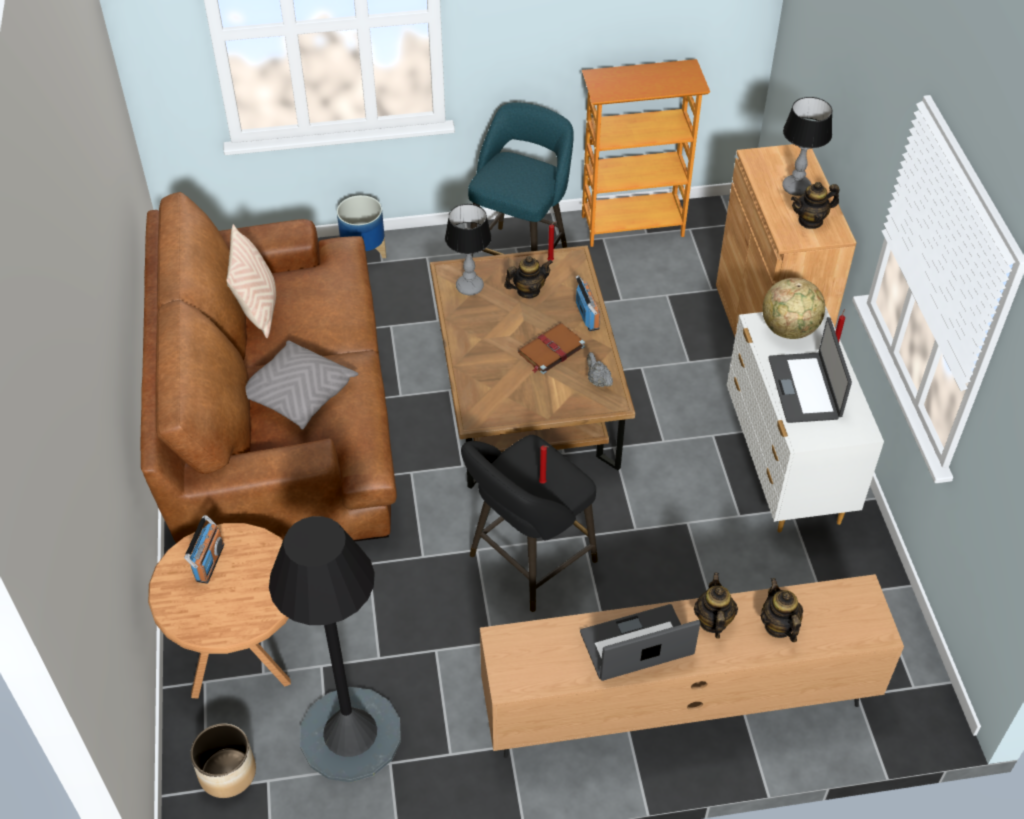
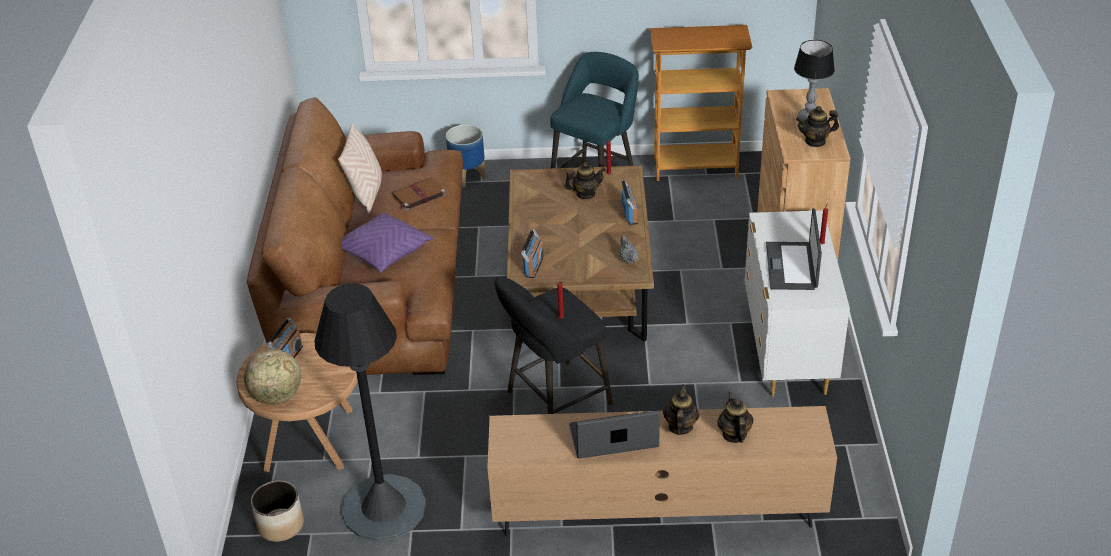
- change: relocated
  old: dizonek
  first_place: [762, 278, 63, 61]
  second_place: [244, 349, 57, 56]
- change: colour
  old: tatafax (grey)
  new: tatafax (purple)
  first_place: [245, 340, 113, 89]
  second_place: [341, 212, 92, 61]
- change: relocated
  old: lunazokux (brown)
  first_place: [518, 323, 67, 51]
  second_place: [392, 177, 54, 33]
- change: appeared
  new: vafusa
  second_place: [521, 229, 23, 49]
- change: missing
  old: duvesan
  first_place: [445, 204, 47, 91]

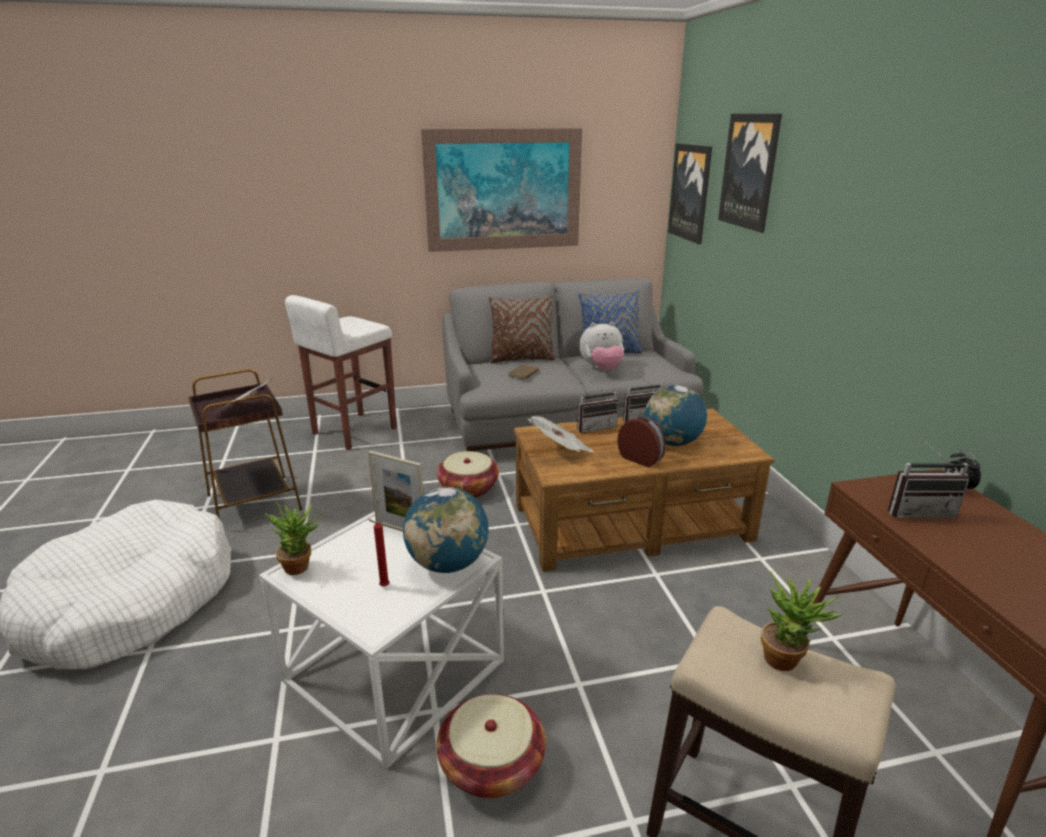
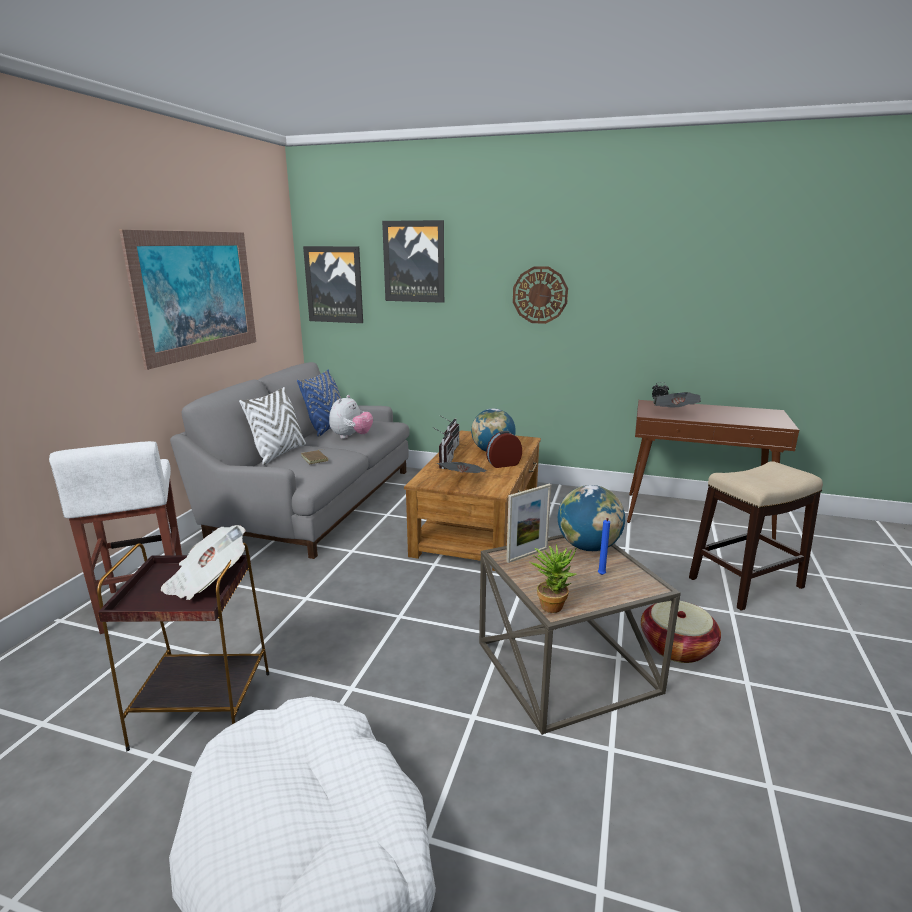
- change: colour
  old: tatafax (brown)
  new: tatafax (white)
  first_place: [489, 296, 66, 67]
  second_place: [239, 387, 67, 78]
- change: colour
  old: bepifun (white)
  new: bepifun (brown)
  first_place: [259, 511, 245, 258]
  second_place: [479, 535, 202, 200]
- change: appeared
  new: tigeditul
  second_place: [513, 266, 55, 58]
- change: colour
  old: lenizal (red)
  new: lenizal (blue)
  first_place: [368, 519, 22, 68]
  second_place: [598, 518, 12, 57]
- change: exchanged
  old: vafusa
  new: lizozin
  first_place: [888, 438, 82, 80]
  second_place: [653, 392, 48, 15]
- change: missing
  old: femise
  first_place: [437, 451, 62, 47]
- change: missing
  old: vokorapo
  first_place: [761, 570, 82, 101]

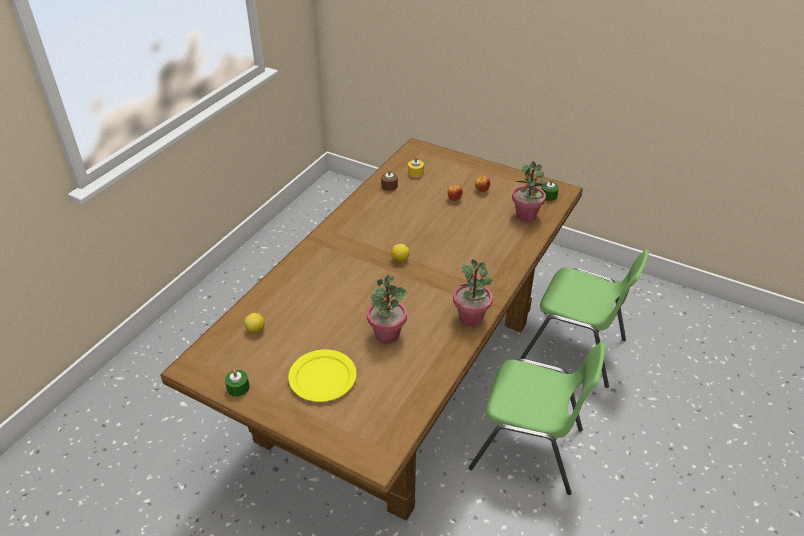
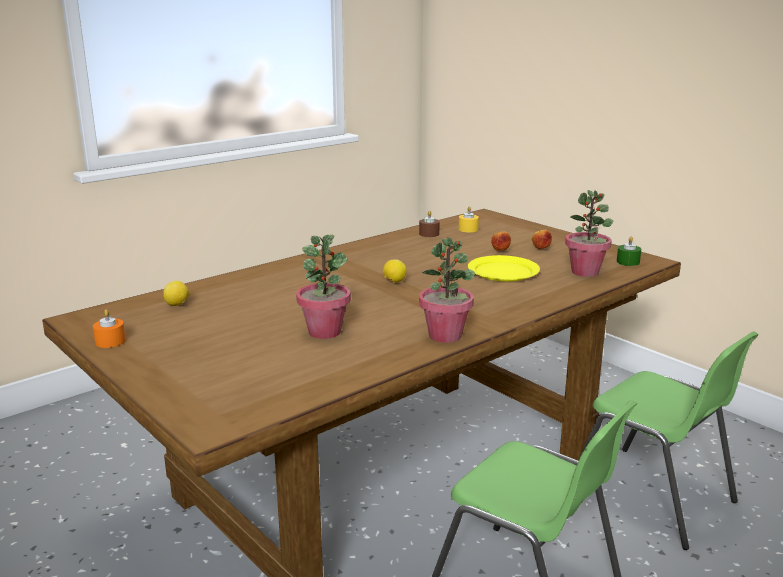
- change: colour
  old: lenizal (green)
  new: lenizal (orange)
  first_place: [225, 370, 25, 27]
  second_place: [93, 310, 33, 38]
- change: relocated
  old: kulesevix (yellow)
  first_place: [288, 349, 69, 53]
  second_place: [468, 255, 72, 27]

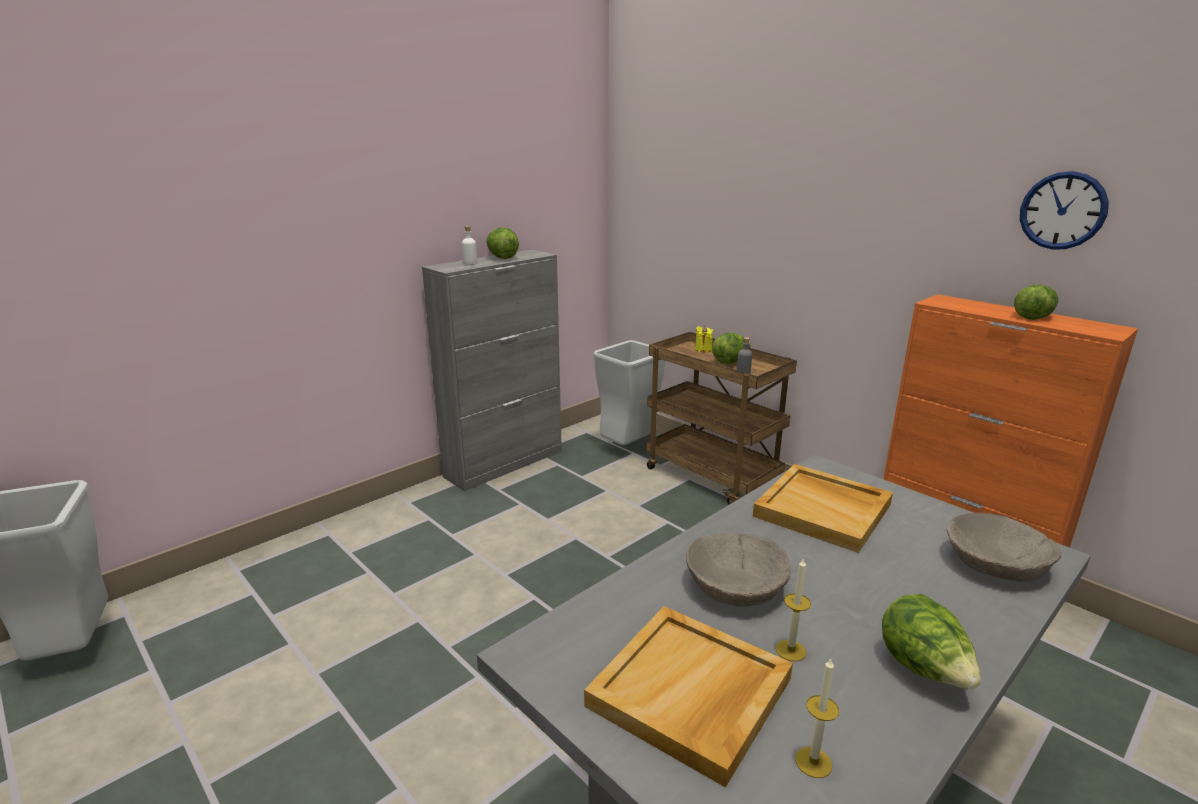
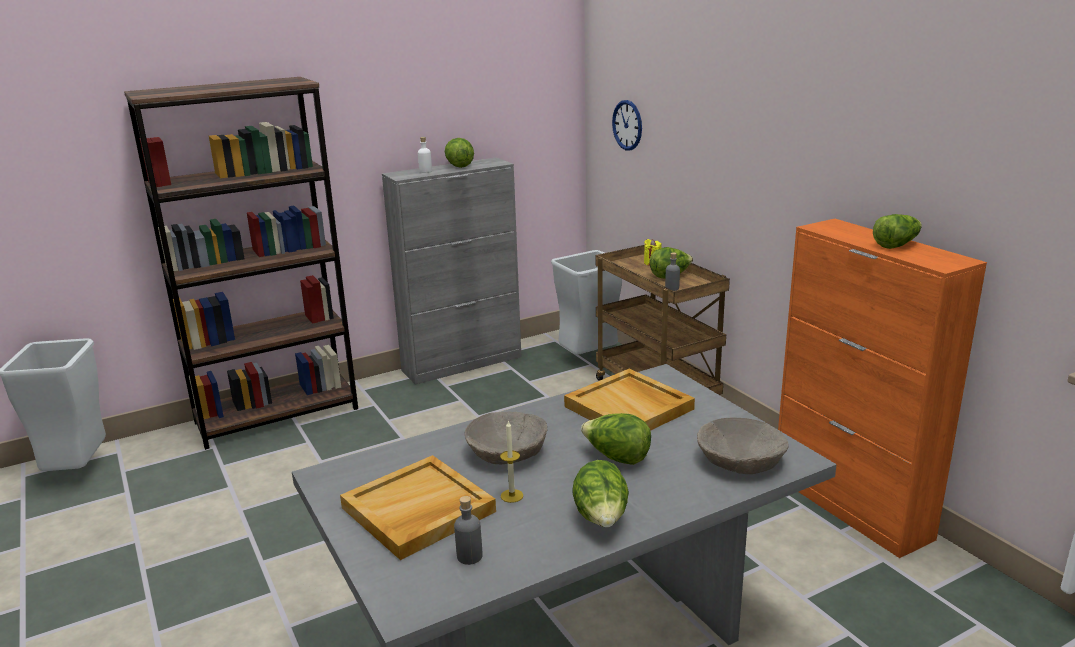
- change: appeared
  new: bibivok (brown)
  second_place: [124, 77, 234, 373]
- change: exchanged
  old: lenizal
  new: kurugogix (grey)
  first_place: [795, 659, 44, 119]
  second_place: [454, 496, 29, 69]
- change: appeared
  new: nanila
  second_place: [581, 413, 70, 52]
- change: relocated
  old: tigeditul
  first_place: [1020, 171, 89, 79]
  second_place: [612, 100, 30, 50]

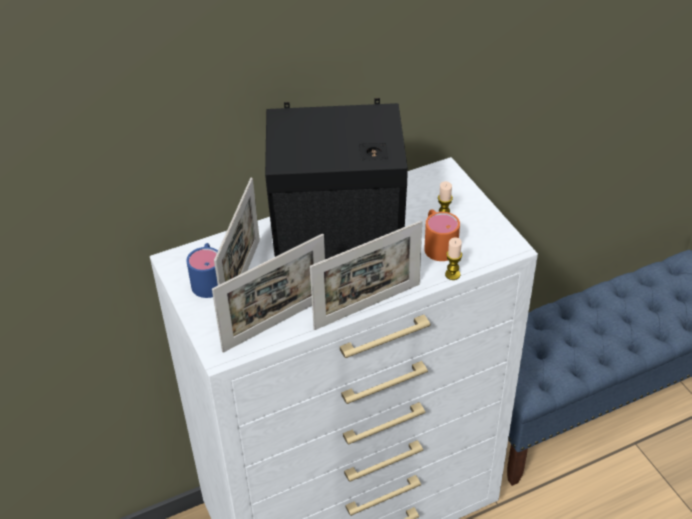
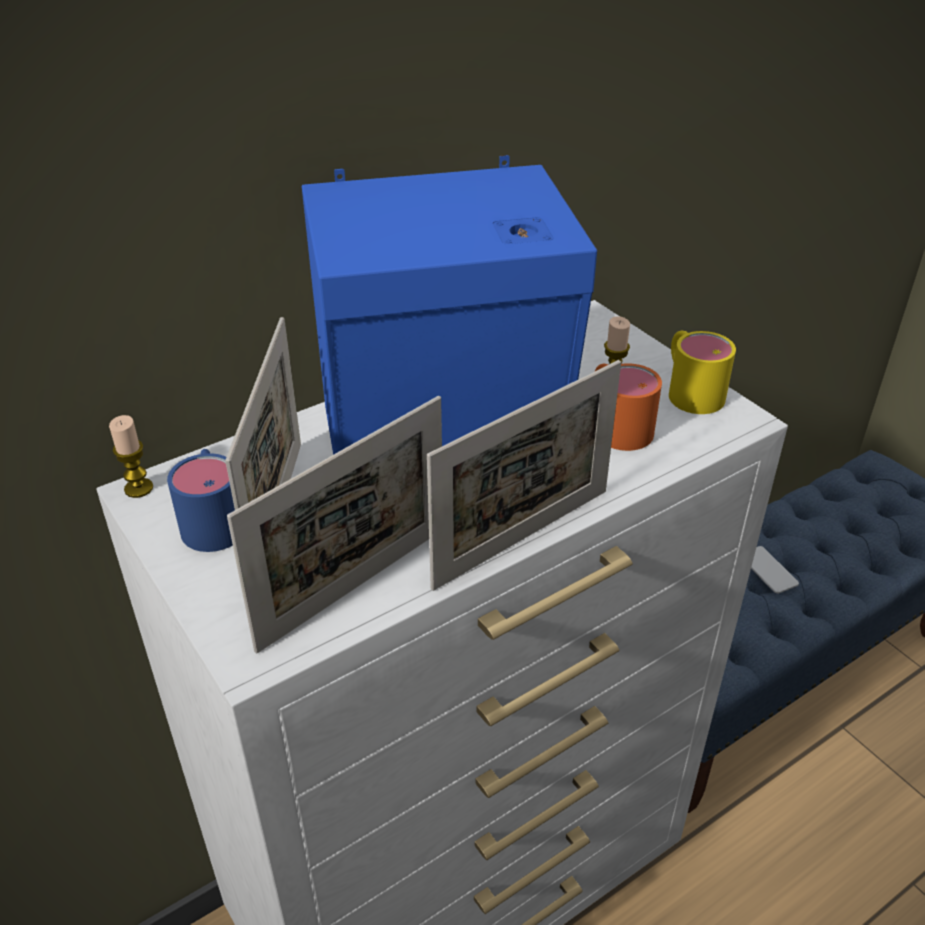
- change: relocated
  old: lenizal
  first_place: [445, 237, 17, 43]
  second_place: [109, 415, 44, 83]
- change: colour
  old: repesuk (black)
  new: repesuk (blue)
  first_place: [265, 98, 143, 161]
  second_place: [302, 155, 295, 300]
- change: appeared
  new: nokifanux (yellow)
  second_place: [669, 330, 67, 84]
- change: appeared
  new: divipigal
  second_place: [751, 546, 48, 48]

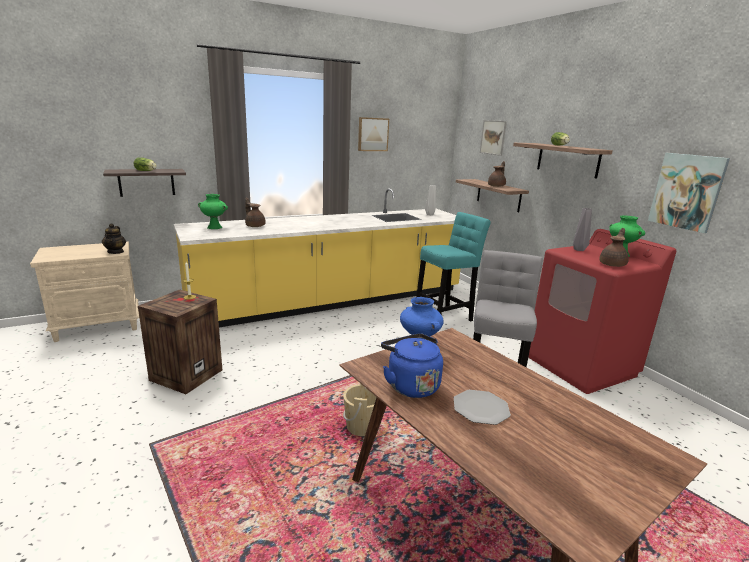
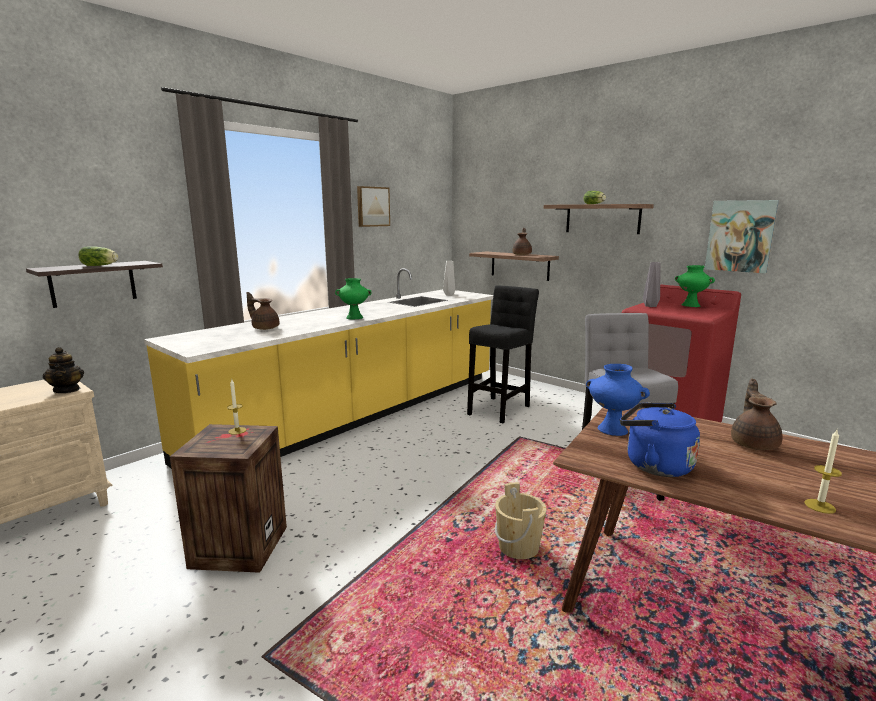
- change: relocated
  old: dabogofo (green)
  first_place: [198, 194, 30, 35]
  second_place: [335, 278, 37, 41]
- change: colour
  old: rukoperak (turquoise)
  new: rukoperak (black)
  first_place: [416, 212, 75, 109]
  second_place: [467, 285, 72, 138]
- change: relocated
  old: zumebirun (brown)
  first_place: [600, 228, 29, 39]
  second_place: [731, 379, 52, 71]
- change: appeared
  new: lenizal
  second_place: [804, 430, 38, 84]
- change: missing
  old: kulesevix
  first_place: [454, 390, 57, 35]
- change: missing
  old: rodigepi
  first_place: [480, 120, 27, 36]

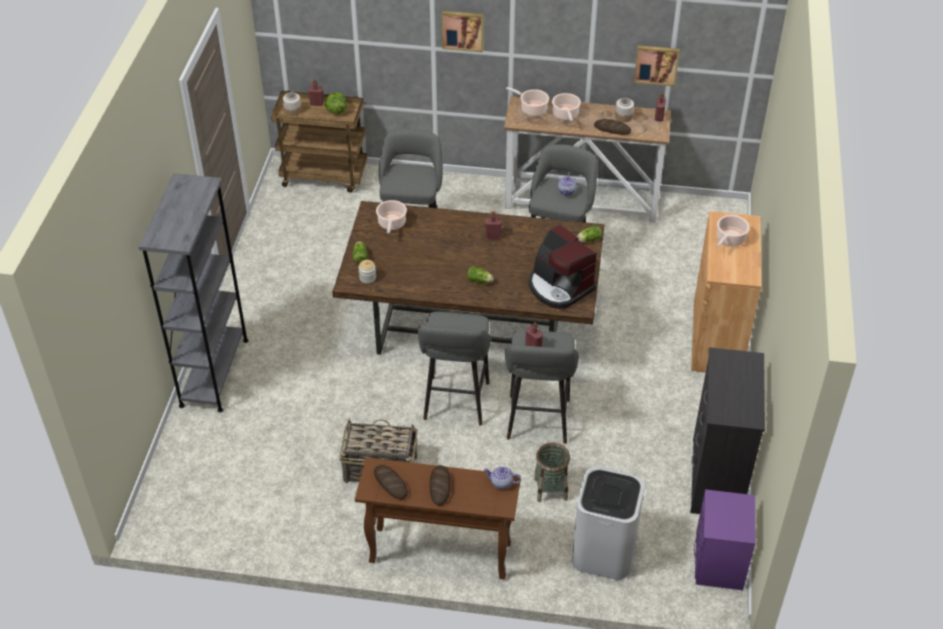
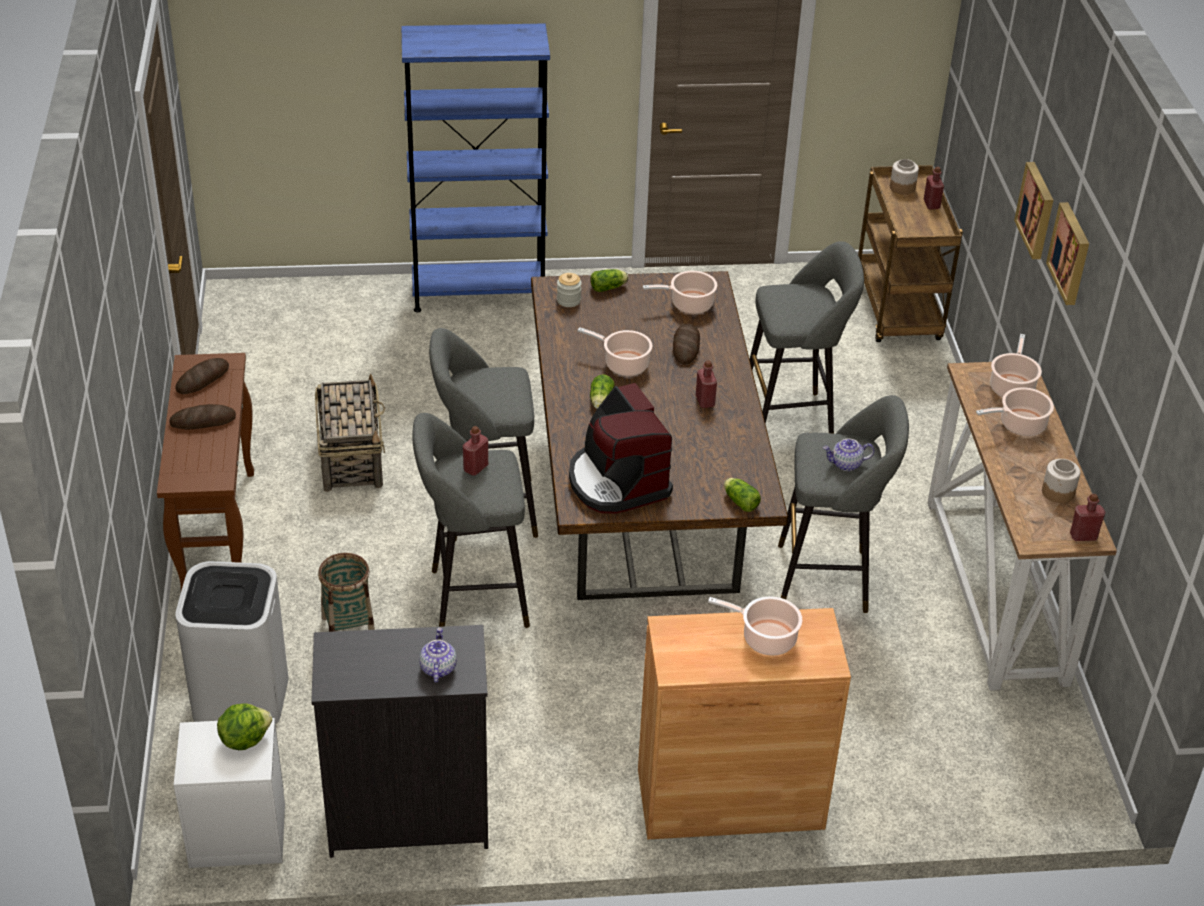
- change: colour
  old: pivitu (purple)
  new: pivitu (white)
  first_place: [694, 489, 61, 101]
  second_place: [174, 718, 111, 150]
- change: relocated
  old: nanila
  first_place: [325, 92, 22, 22]
  second_place: [217, 703, 55, 47]
- change: colour
  old: bibivok (grey)
  new: bibivok (blue)
  first_place: [139, 173, 110, 240]
  second_place: [401, 23, 149, 289]
- change: relocated
  old: zumebirun
  first_place: [483, 466, 38, 23]
  second_place: [419, 628, 38, 55]
- change: spun
  old: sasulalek
  first_place: [528, 225, 69, 84]
  second_place: [569, 383, 104, 131]
  degrees: -60
- change: appeared
  new: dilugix
  second_place: [578, 327, 74, 49]
- change: relocated
  old: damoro
  first_place: [594, 119, 37, 16]
  second_place: [673, 324, 27, 41]
- change: relocated
  old: rodigepi
  first_place: [634, 45, 46, 42]
  second_place: [1046, 202, 43, 103]

